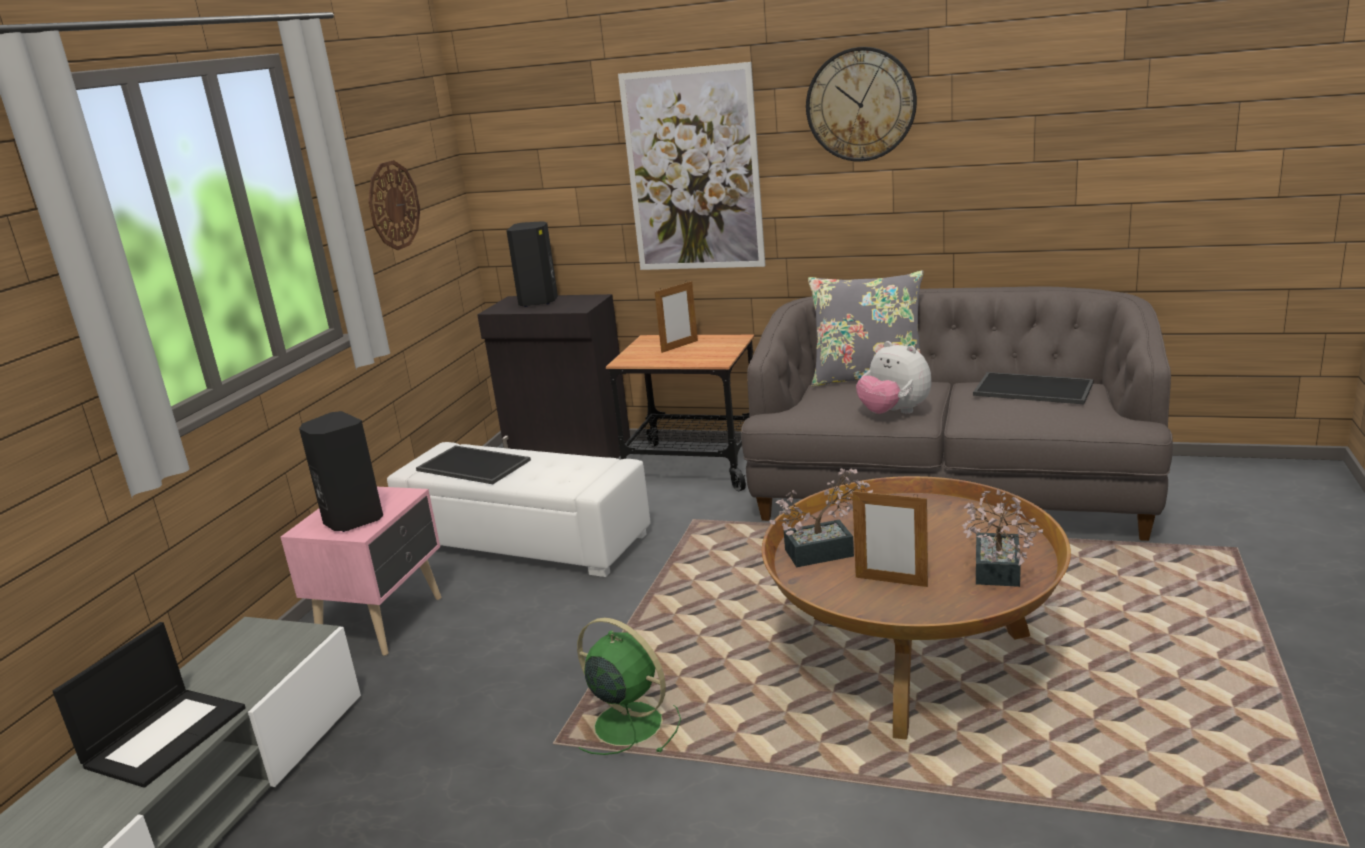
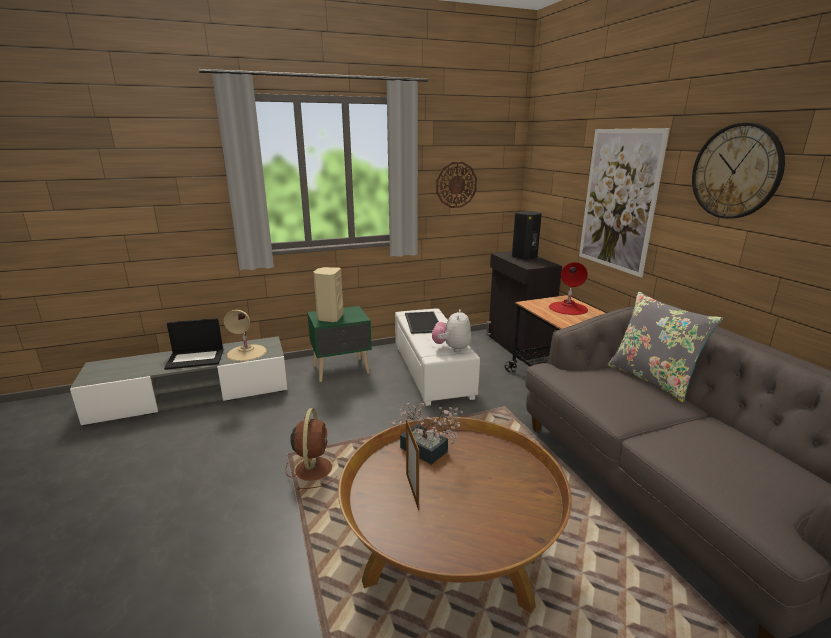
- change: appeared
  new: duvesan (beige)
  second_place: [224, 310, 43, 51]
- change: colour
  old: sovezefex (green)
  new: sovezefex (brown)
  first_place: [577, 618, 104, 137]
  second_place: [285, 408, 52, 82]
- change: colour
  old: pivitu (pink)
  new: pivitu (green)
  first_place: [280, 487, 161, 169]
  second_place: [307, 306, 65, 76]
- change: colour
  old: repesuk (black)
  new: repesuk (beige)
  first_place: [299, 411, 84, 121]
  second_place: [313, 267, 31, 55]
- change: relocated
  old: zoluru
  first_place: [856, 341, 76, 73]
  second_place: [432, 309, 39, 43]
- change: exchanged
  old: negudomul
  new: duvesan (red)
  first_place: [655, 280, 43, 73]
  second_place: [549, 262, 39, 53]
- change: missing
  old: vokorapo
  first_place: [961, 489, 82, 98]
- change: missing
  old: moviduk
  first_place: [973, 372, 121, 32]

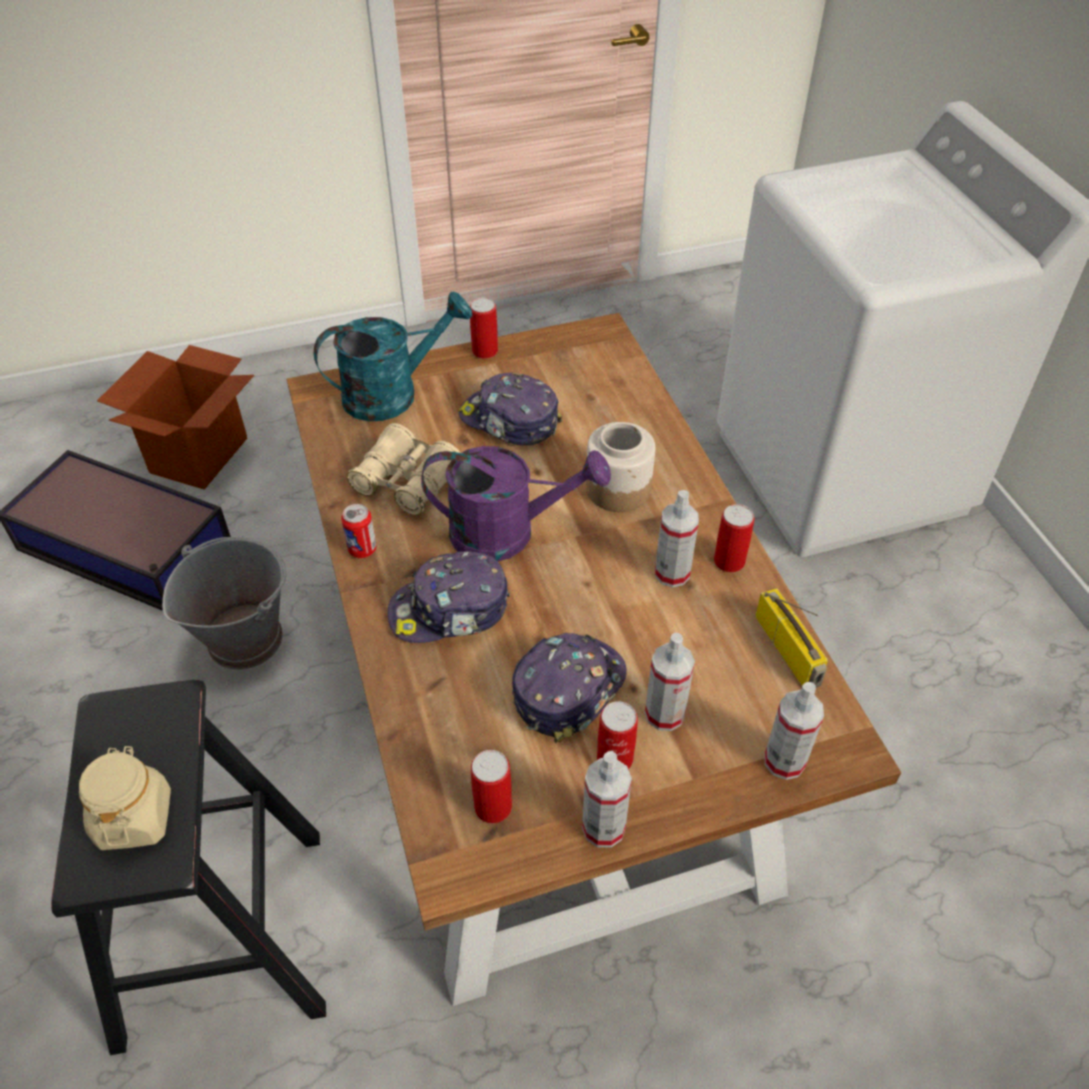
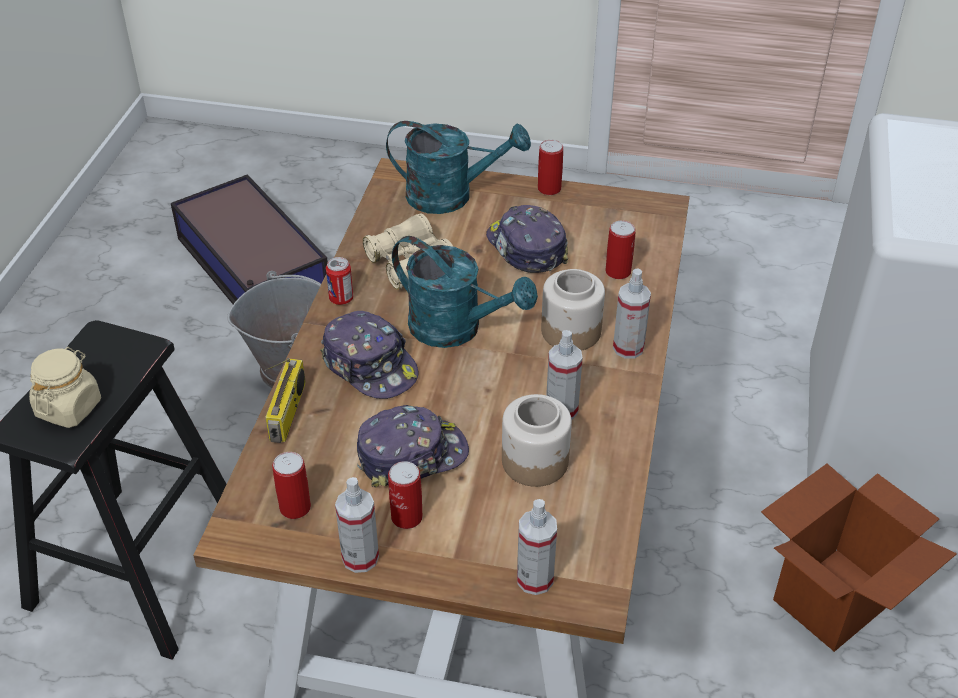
- change: relocated
  old: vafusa
  first_place: [755, 588, 73, 100]
  second_place: [264, 358, 42, 85]
- change: spun
  old: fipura
  first_place: [388, 551, 122, 92]
  second_place: [320, 311, 98, 88]
  degrees: -150
- change: colour
  old: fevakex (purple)
  new: fevakex (turquoise)
  first_place: [421, 446, 190, 116]
  second_place: [392, 236, 146, 112]
- change: appeared
  new: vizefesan
  second_place: [502, 394, 70, 93]
- change: relocated
  old: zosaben
  first_place: [714, 504, 41, 68]
  second_place: [606, 220, 30, 59]
- change: relocated
  old: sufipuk
  first_place: [645, 633, 50, 98]
  second_place: [613, 268, 38, 91]
- change: relocated
  old: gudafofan
  first_place: [97, 345, 157, 145]
  second_place: [761, 464, 196, 188]

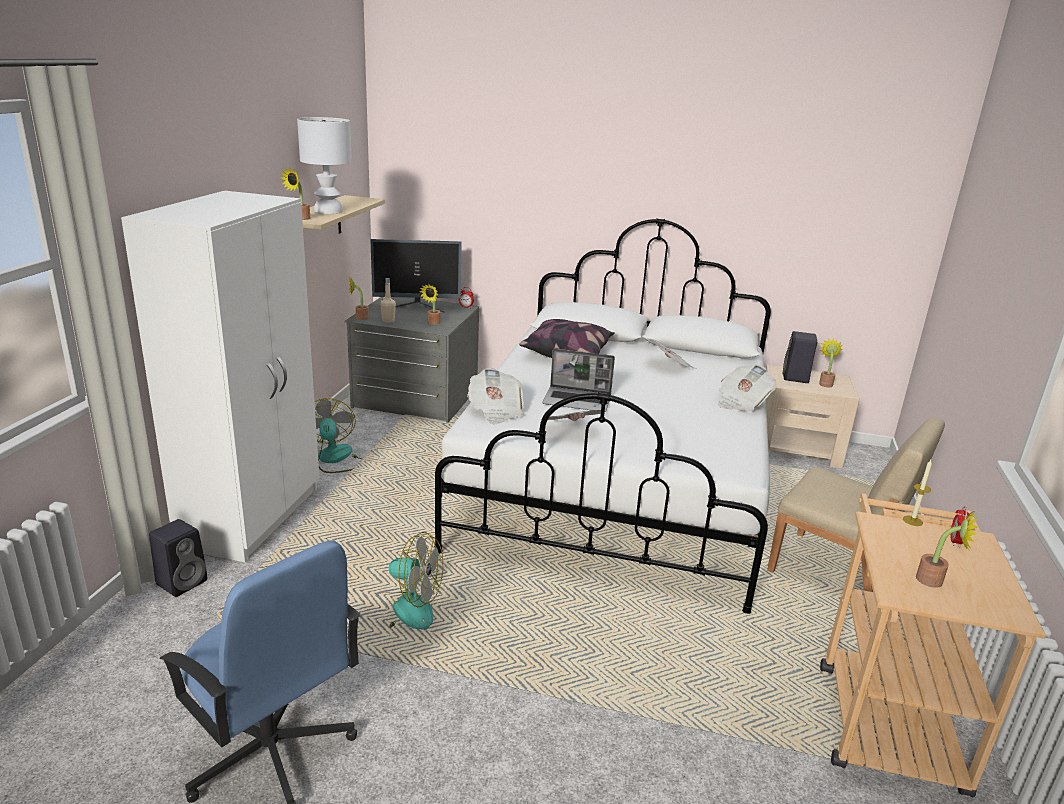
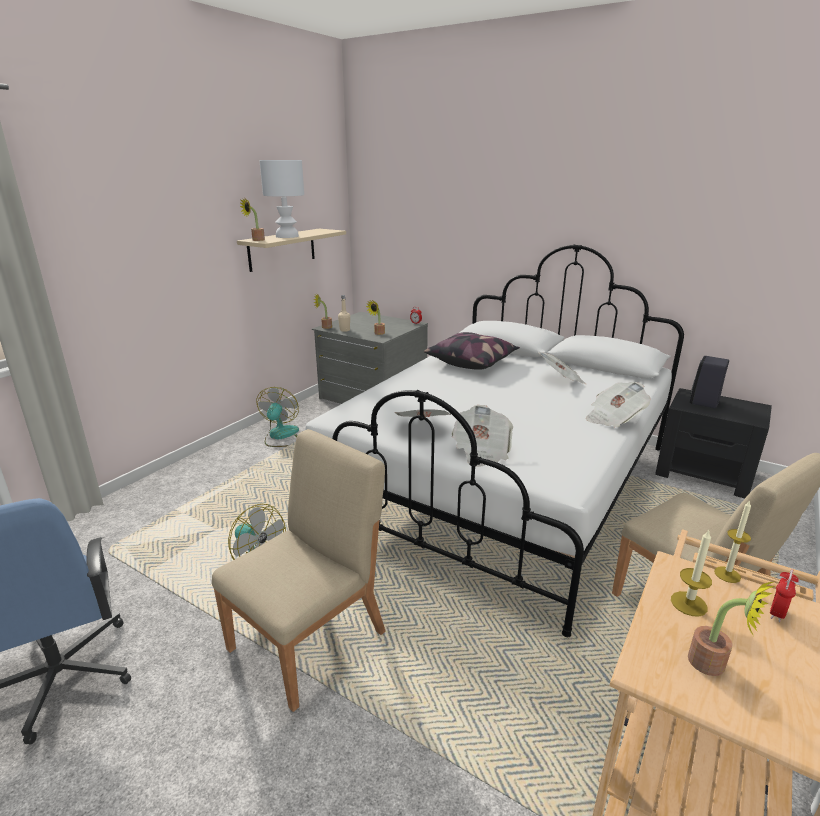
- change: appeared
  new: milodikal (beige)
  second_place: [212, 429, 174, 283]
- change: relocated
  old: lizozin
  first_place: [467, 368, 57, 56]
  second_place: [451, 405, 62, 62]
- change: colour
  old: pivitu (beige)
  new: pivitu (black)
  first_place: [766, 365, 94, 104]
  second_place: [655, 388, 117, 110]
- change: appeared
  new: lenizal
  second_place: [671, 530, 41, 87]
- change: missing
  old: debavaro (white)
  first_place: [121, 191, 199, 371]
- change: missing
  old: repesuk (black)
  first_place: [149, 519, 59, 78]
- change: missing
  old: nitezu
  first_place: [370, 239, 92, 74]
- change: missing
  old: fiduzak
  first_place: [542, 349, 73, 63]
- change: missing
  old: vokorapo
  first_place: [819, 339, 23, 48]

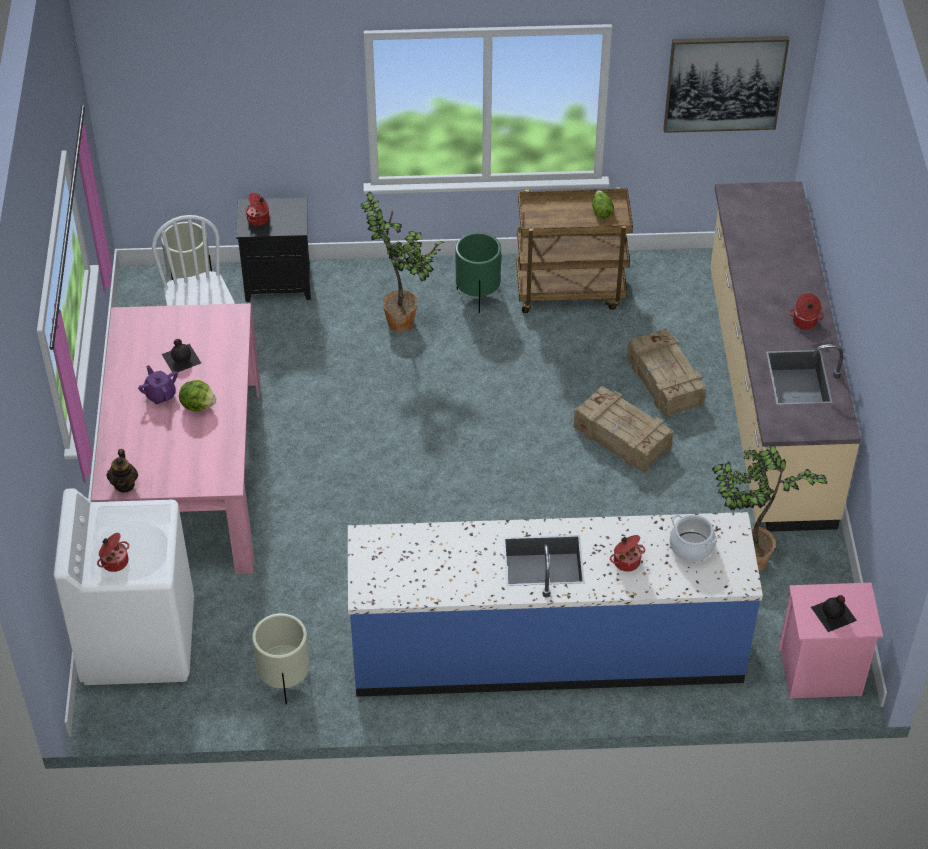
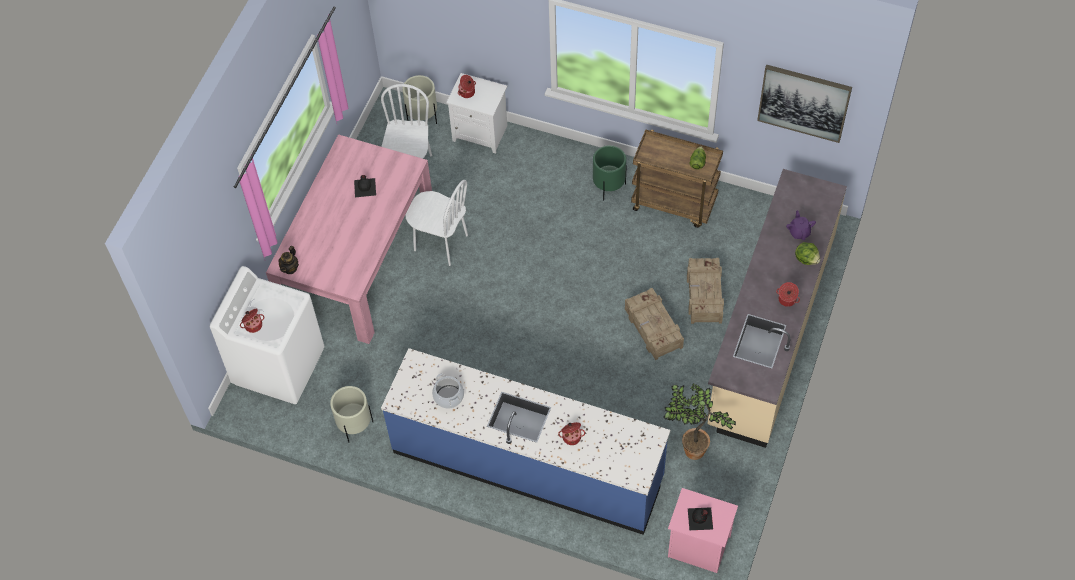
- change: appeared
  new: milodikal (white)
  second_place: [406, 180, 62, 86]
- change: relocated
  old: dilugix
  first_place: [670, 514, 47, 48]
  second_place: [432, 373, 32, 36]
- change: colour
  old: pivitu (black)
  new: pivitu (white)
  first_place: [236, 197, 75, 105]
  second_place: [446, 73, 61, 81]
- change: relocated
  old: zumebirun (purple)
  first_place: [138, 365, 40, 39]
  second_place: [786, 210, 30, 30]
- change: relocated
  old: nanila
  first_place: [179, 380, 37, 32]
  second_place: [795, 242, 25, 23]
- change: missing
  old: vokorapo
  first_place: [360, 191, 85, 142]

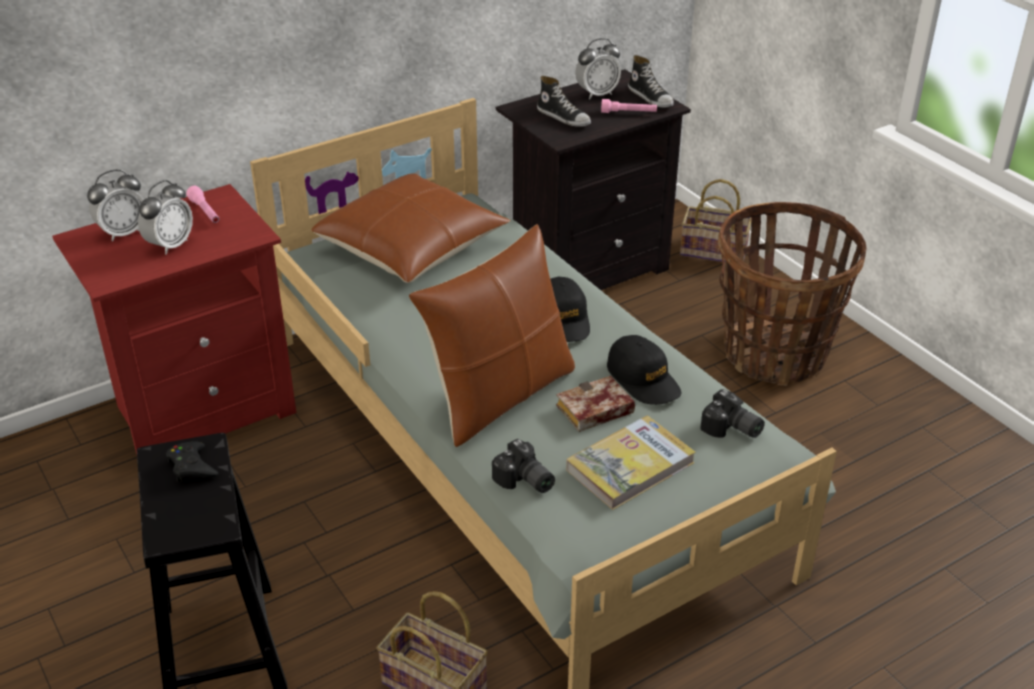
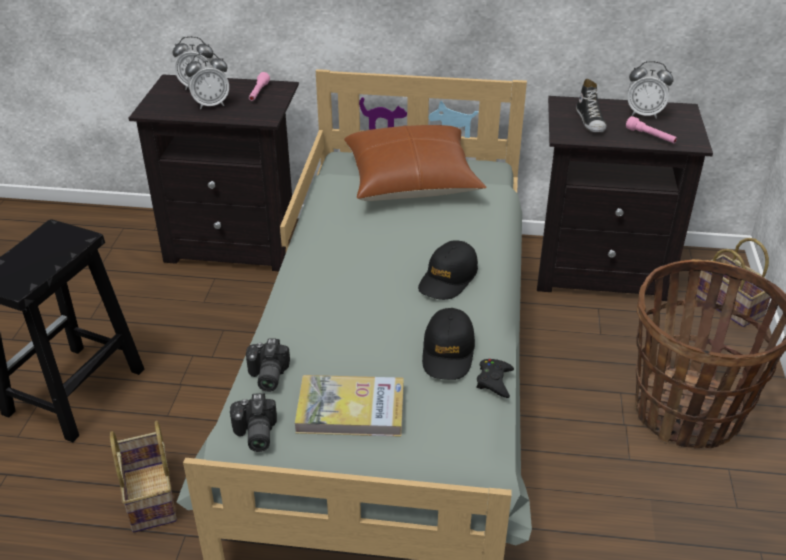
- change: colour
  old: pivitu (red)
  new: pivitu (black)
  first_place: [52, 184, 244, 270]
  second_place: [129, 74, 170, 197]
- change: relocated
  old: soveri
  first_place: [700, 389, 65, 49]
  second_place: [230, 393, 47, 59]
- change: relocated
  old: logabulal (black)
  first_place: [166, 442, 53, 40]
  second_place: [476, 359, 38, 39]
- change: missing
  old: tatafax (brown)
  first_place: [409, 224, 166, 223]
- change: missing
  old: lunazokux
  first_place: [556, 376, 79, 56]
- change: missing
  old: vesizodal
  first_place: [628, 55, 46, 53]

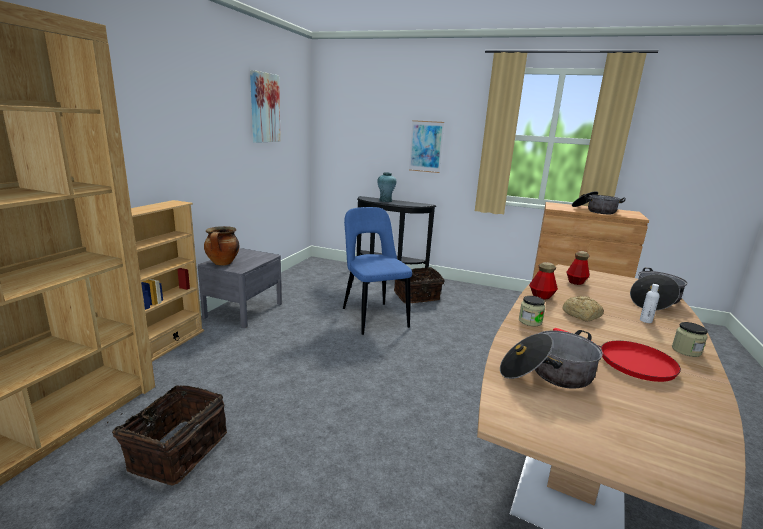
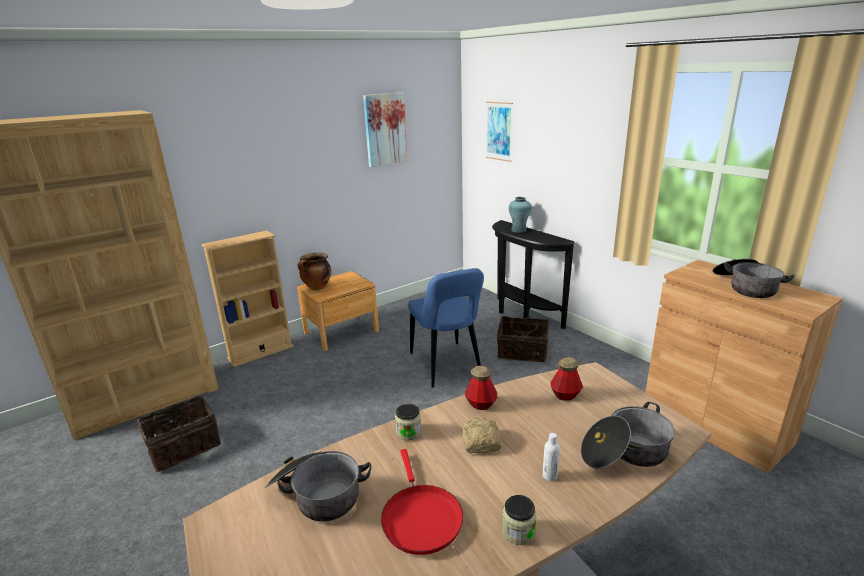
- change: colour
  old: pivitu (grey)
  new: pivitu (brown)
  first_place: [198, 248, 84, 80]
  second_place: [297, 271, 82, 80]
- change: spun
  old: milodikal (blue)
  first_place: [343, 207, 69, 128]
  second_place: [408, 268, 76, 120]
  degrees: 150
- change: relocated
  old: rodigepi
  first_place: [409, 120, 35, 53]
  second_place: [486, 102, 27, 60]

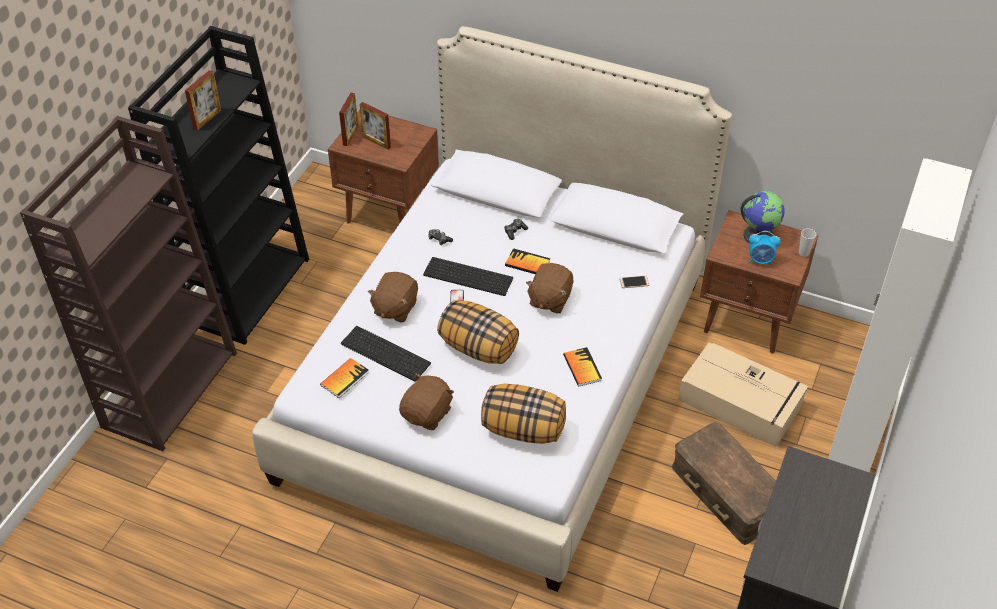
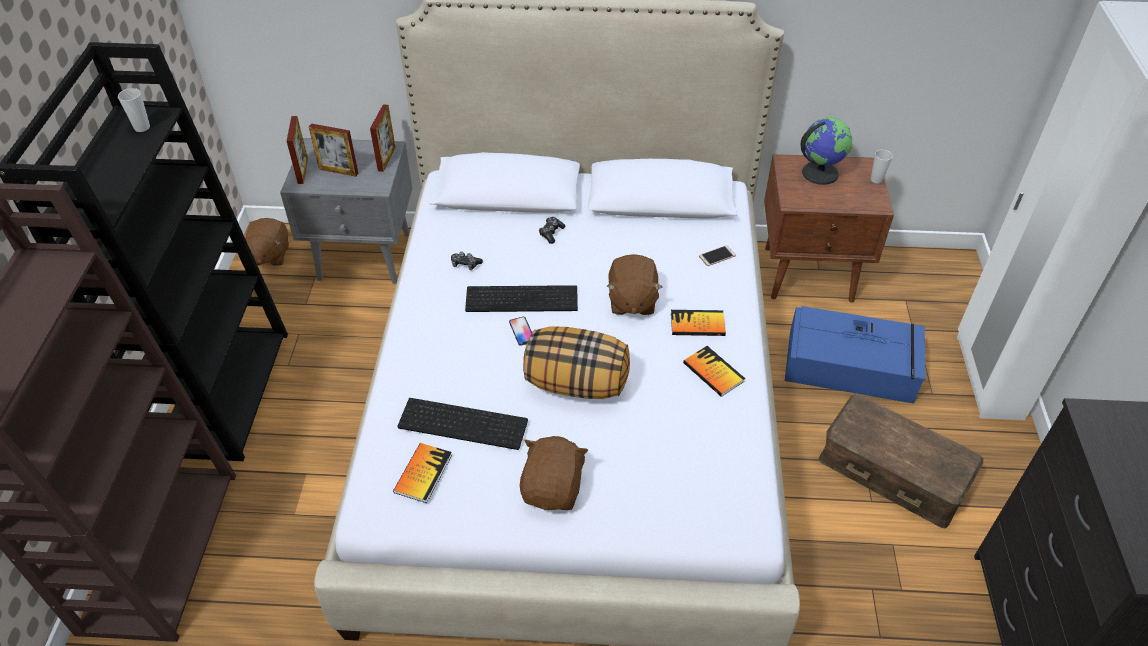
- change: appeared
  new: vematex
  second_place: [118, 88, 32, 44]
- change: relocated
  old: zoluru (brown)
  first_place: [368, 272, 50, 50]
  second_place: [246, 218, 43, 48]
- change: colour
  old: pivitu (brown)
  new: pivitu (grey)
  first_place: [328, 110, 111, 114]
  second_place: [280, 138, 132, 146]
- change: relocated
  old: negudomul
  first_place: [185, 70, 36, 61]
  second_place: [370, 104, 26, 68]
- change: relocated
  old: lunazokux
  first_place: [505, 248, 45, 26]
  second_place: [671, 310, 55, 26]
- change: colour
  old: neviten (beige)
  new: neviten (blue)
  first_place: [678, 343, 130, 104]
  second_place: [785, 306, 141, 98]
- change: missing
  old: tatafax
  first_place: [481, 384, 85, 60]
- change: missing
  old: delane
  first_place: [749, 231, 32, 34]

